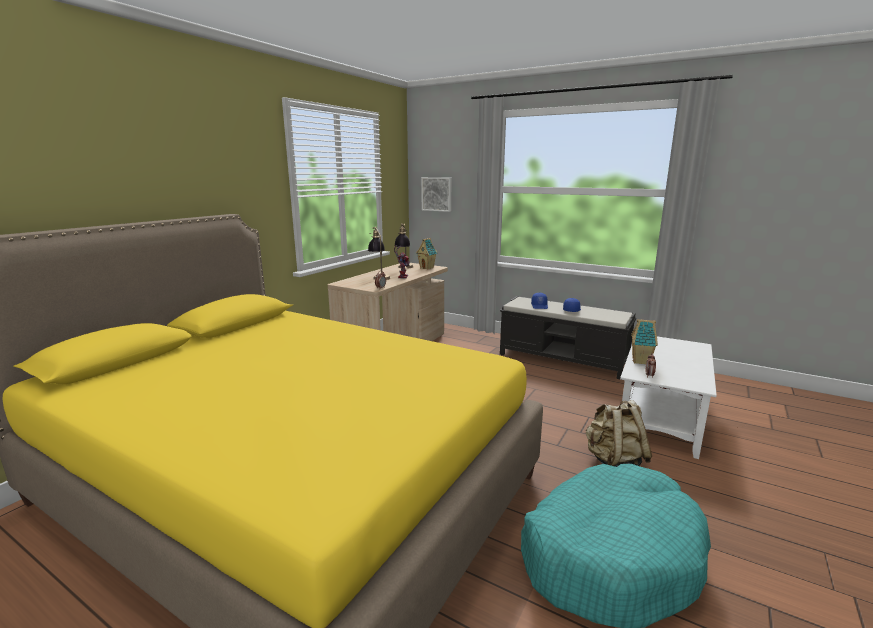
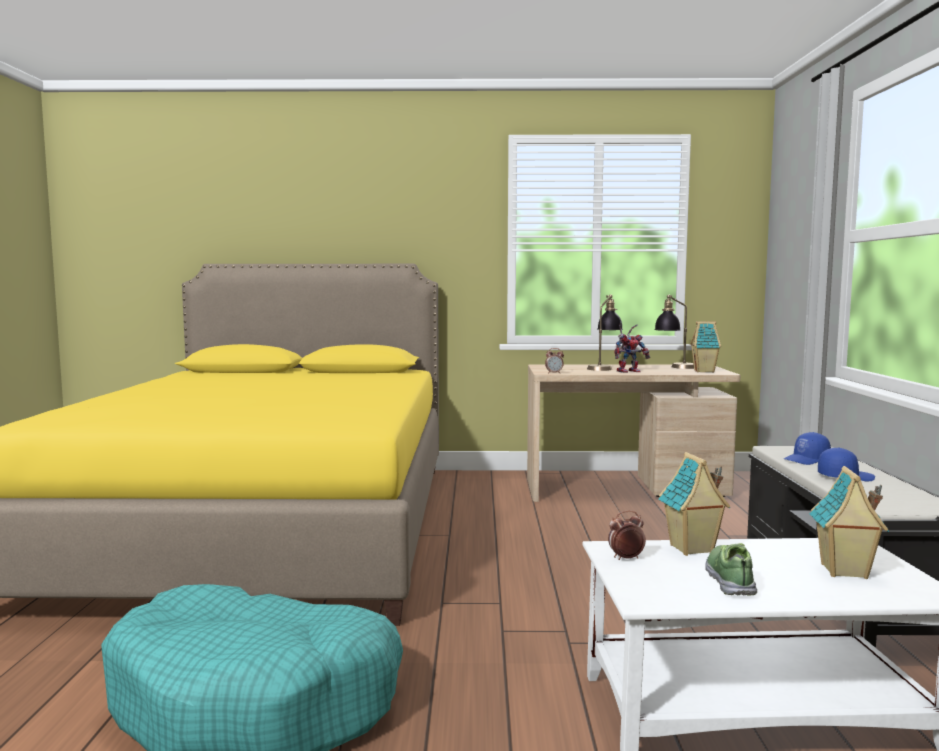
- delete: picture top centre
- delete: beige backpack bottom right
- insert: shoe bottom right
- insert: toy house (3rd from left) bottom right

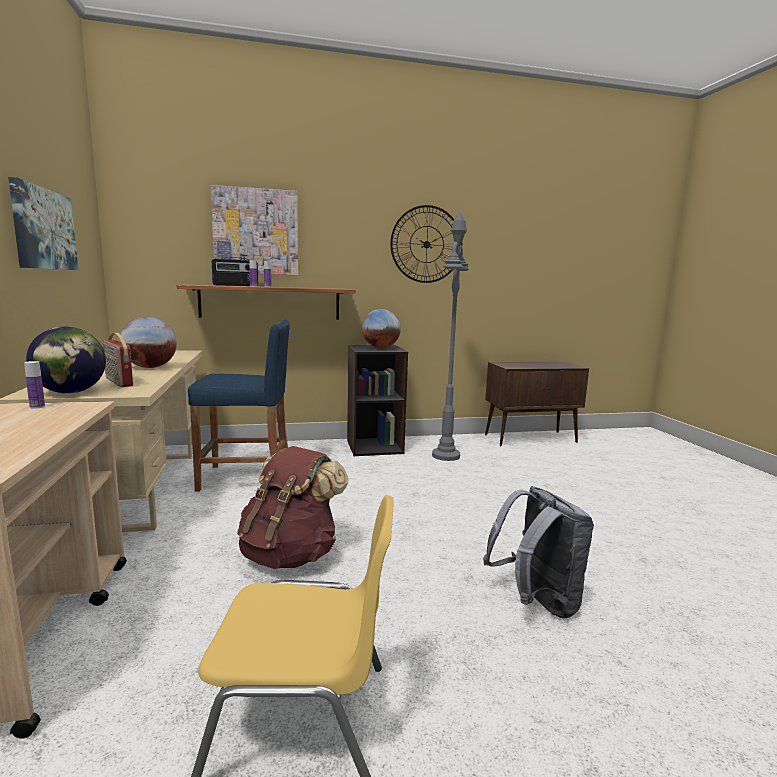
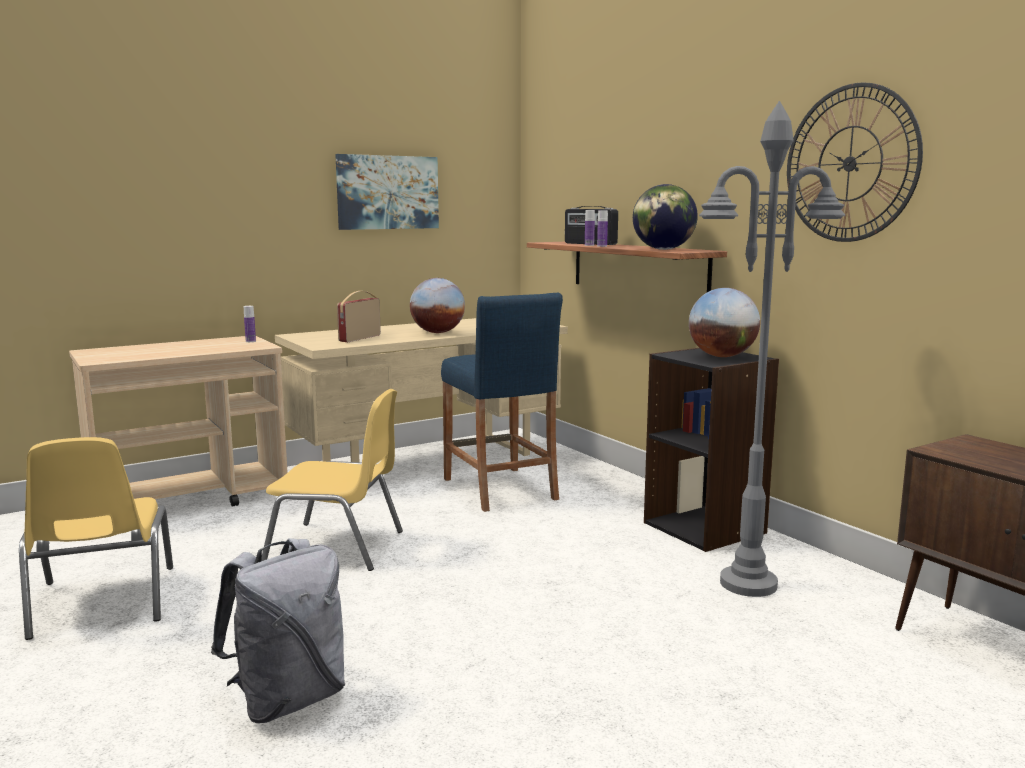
- move: globe (1st from left in the first image) middle left to globe (2nd from left) top centre
- delete: picture (2nd from left) top left
- replace: brown backpack centre to yellow chair (2nd from left) middle left

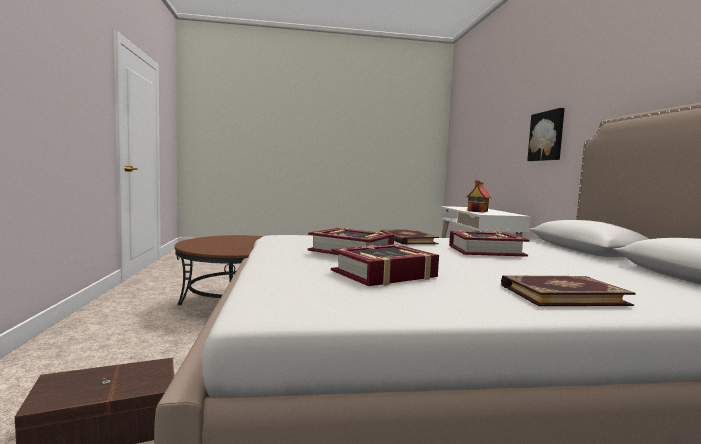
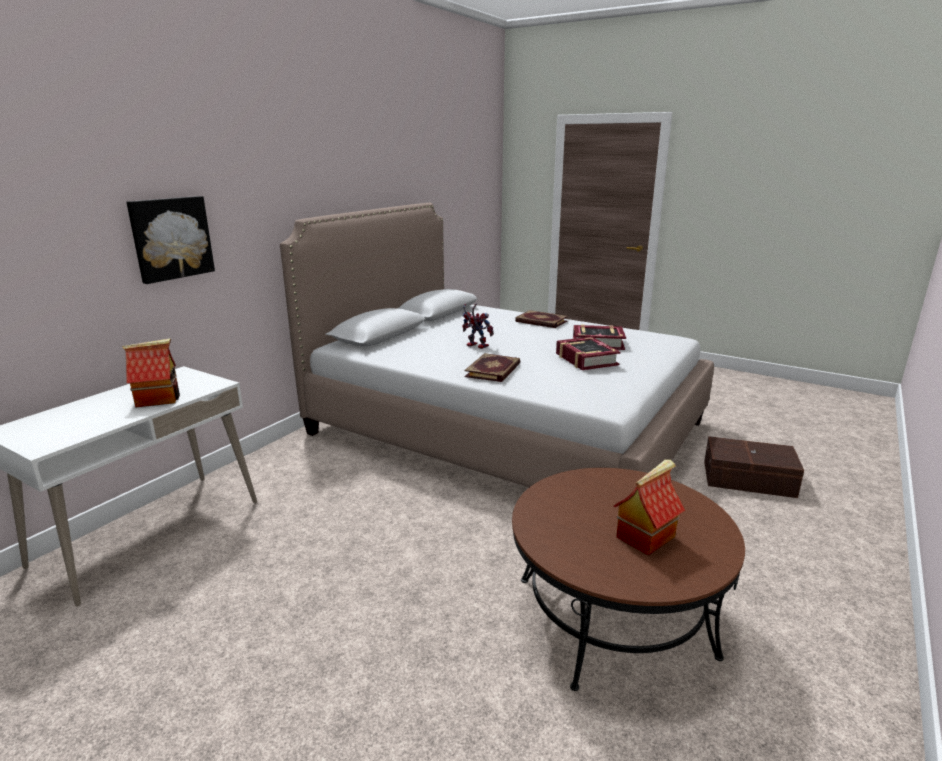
- replace: book (4th from left) middle right to toy robot centre
- insert: toy house (2nd from left) middle right

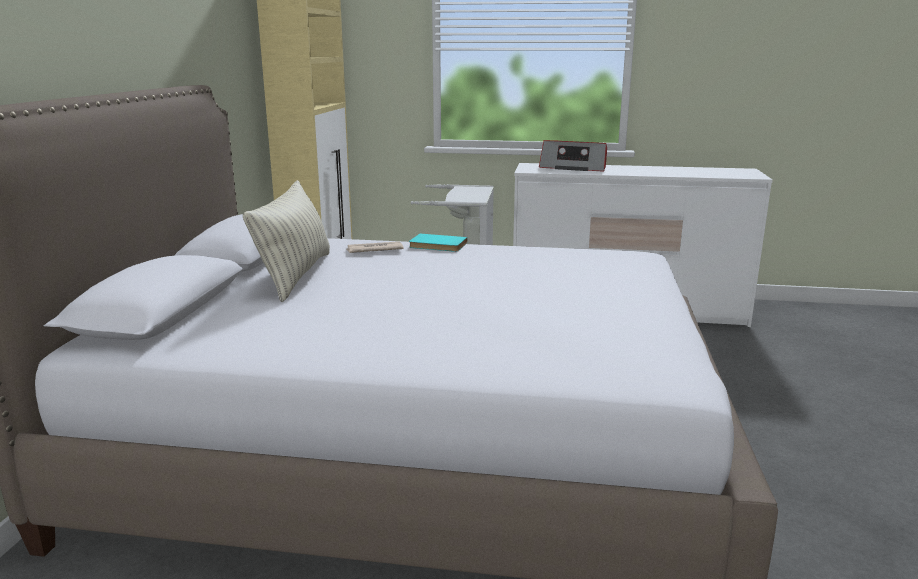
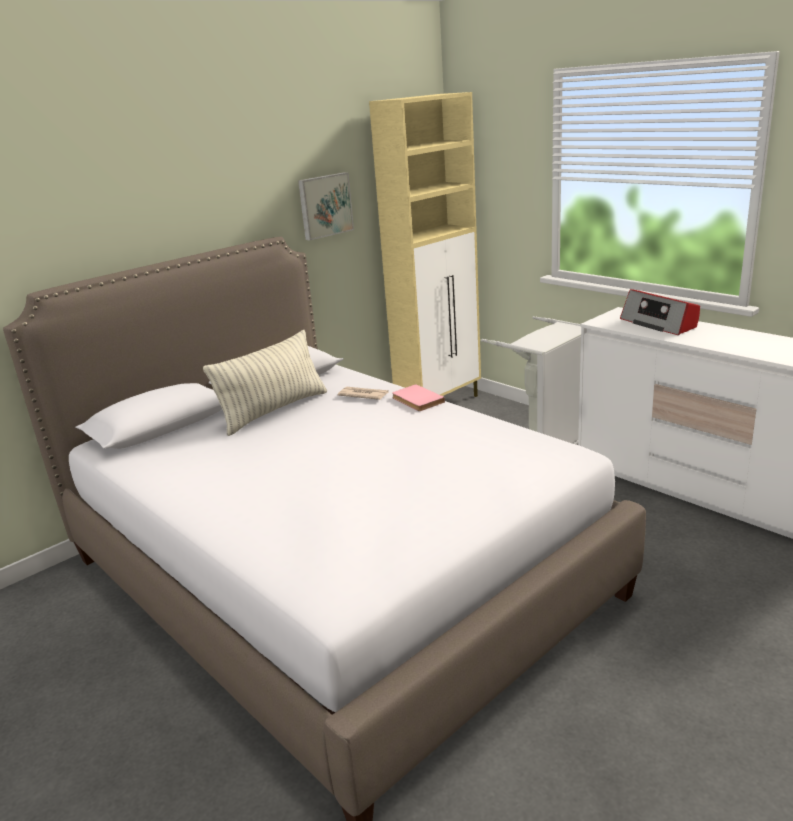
- recolor: turquoise book centre to pink book centre
- insert: picture top centre

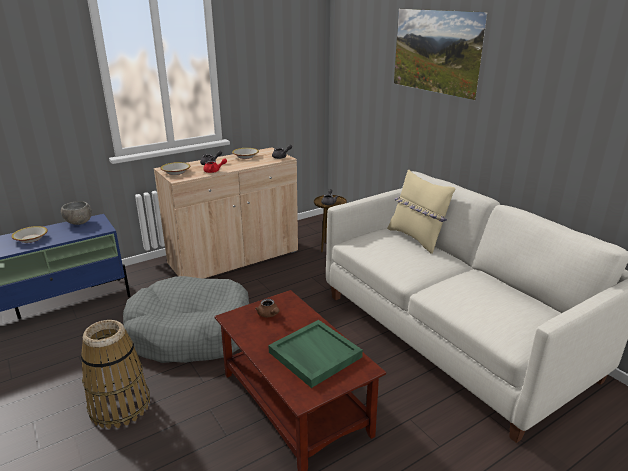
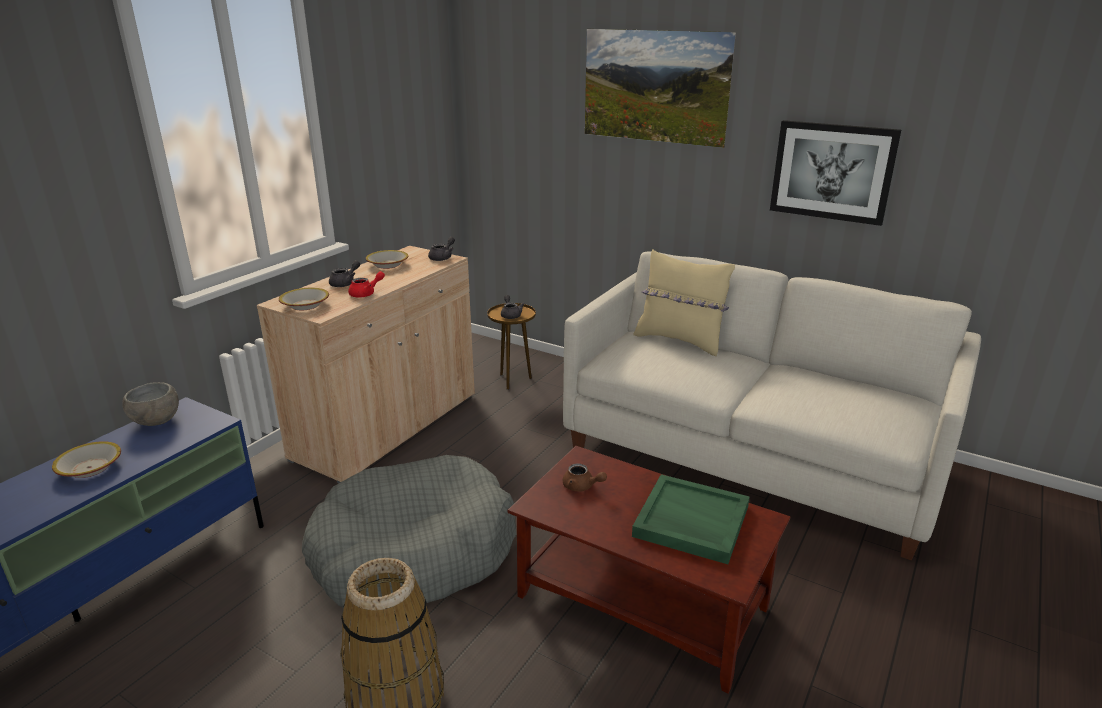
- insert: picture (2nd from left) top right

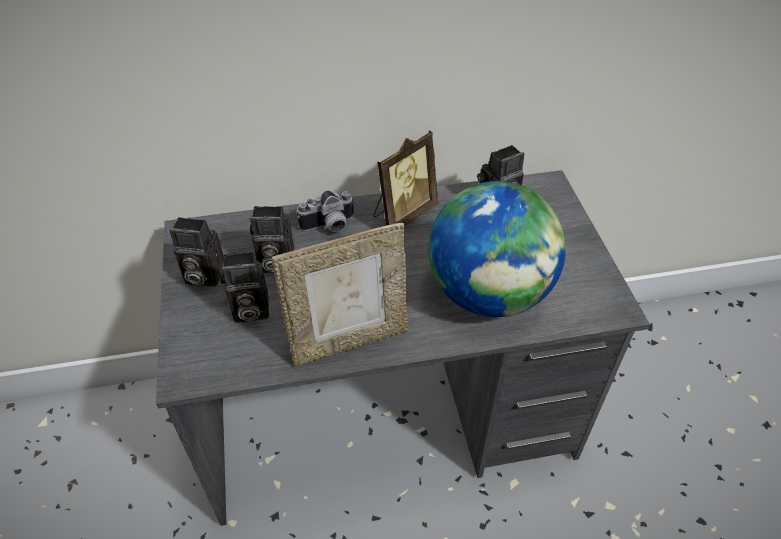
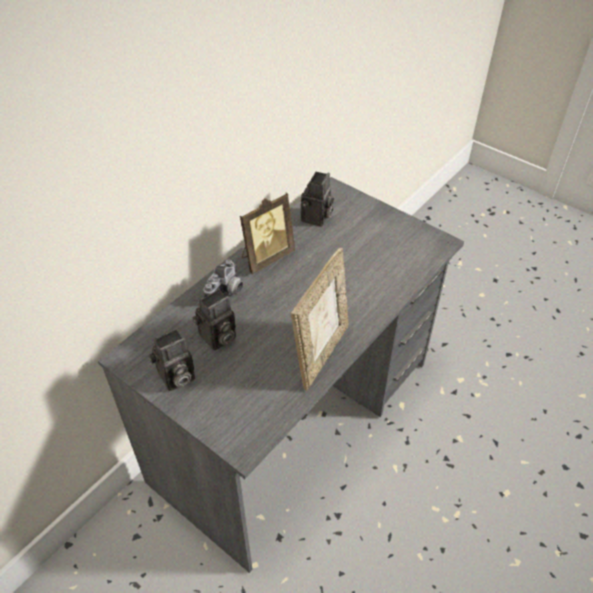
- delete: photo camera (2nd from left) middle left
- rotate: picture frame (2nd from left in the first image) top centre = centre 45 degrees clockwise
- delete: globe centre

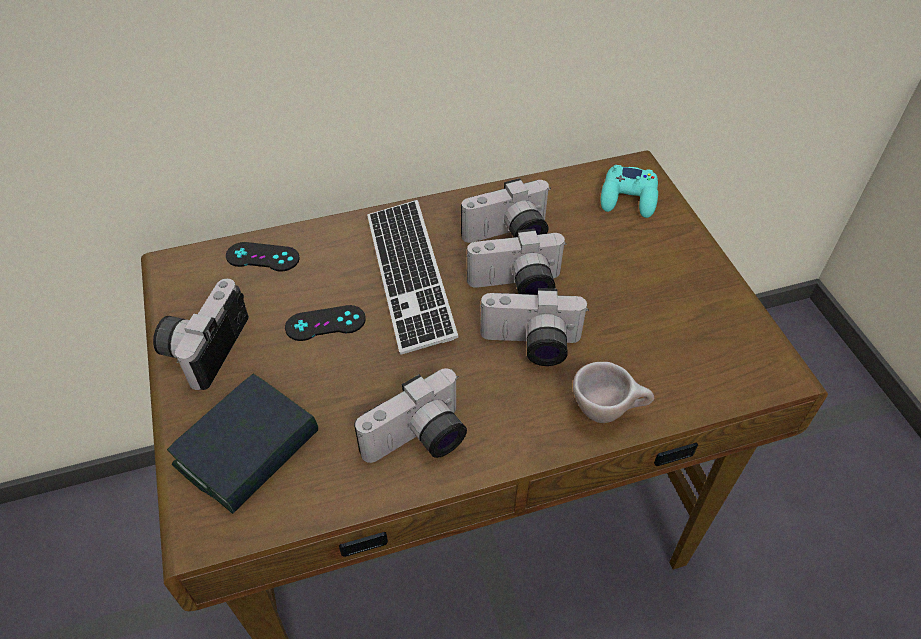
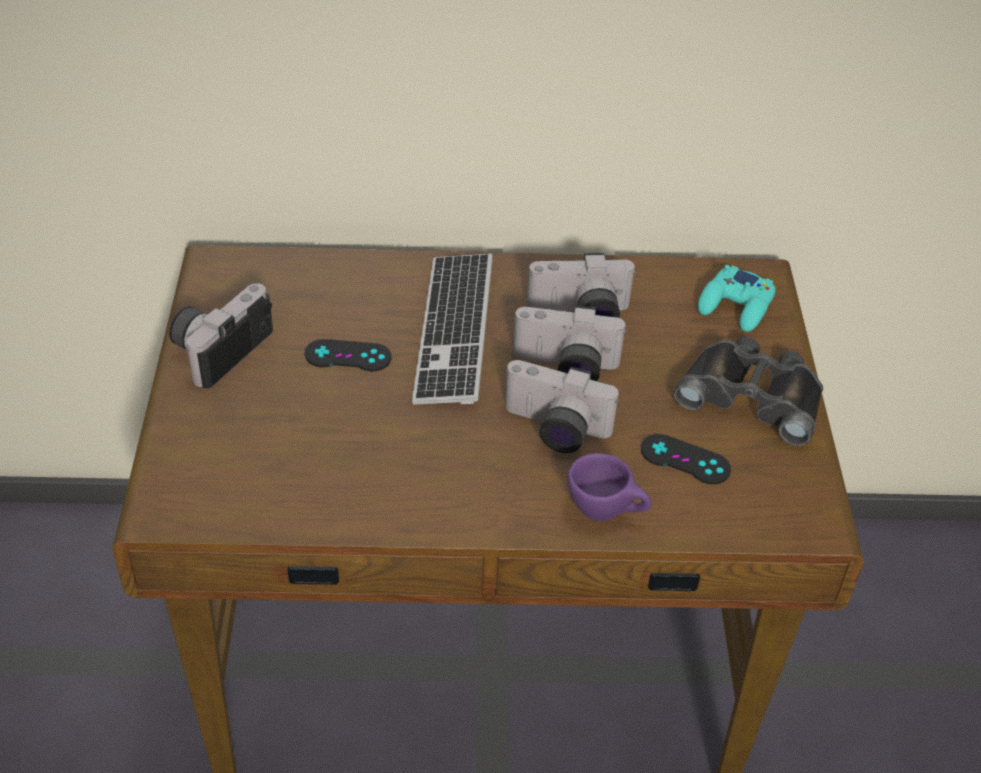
- delete: book bottom left
- move: black game controller (1st from left in the first image) middle left to black game controller (2nd from left) middle right
- delete: photo camera (2nd from left) centre
- recolor: beige cup centre to purple cup centre
- insert: black binoculars middle right

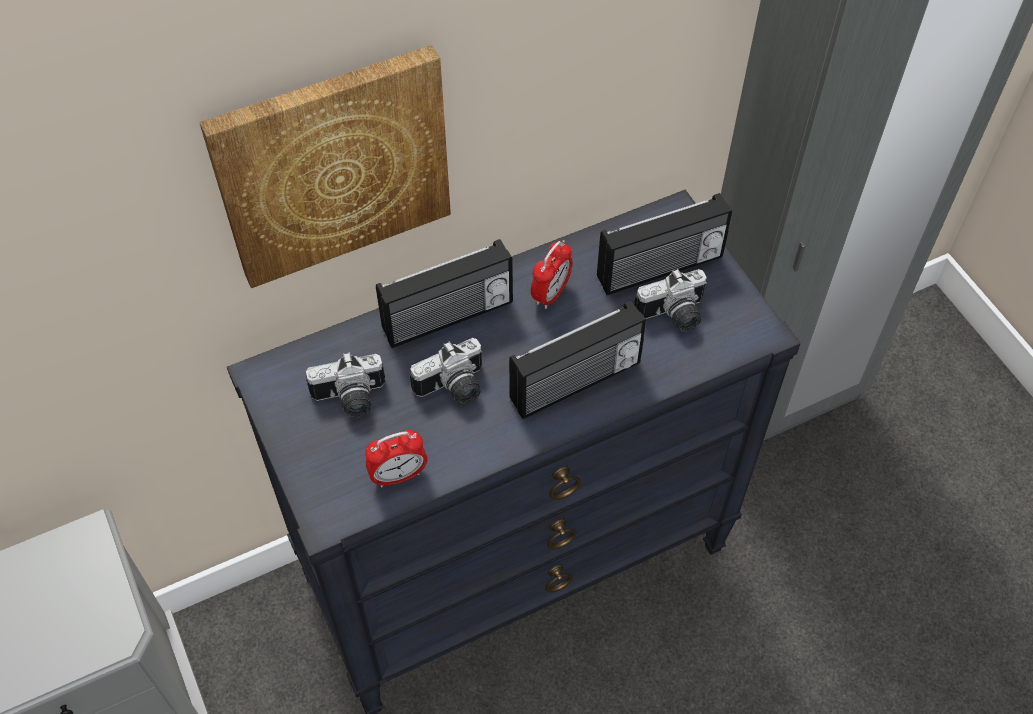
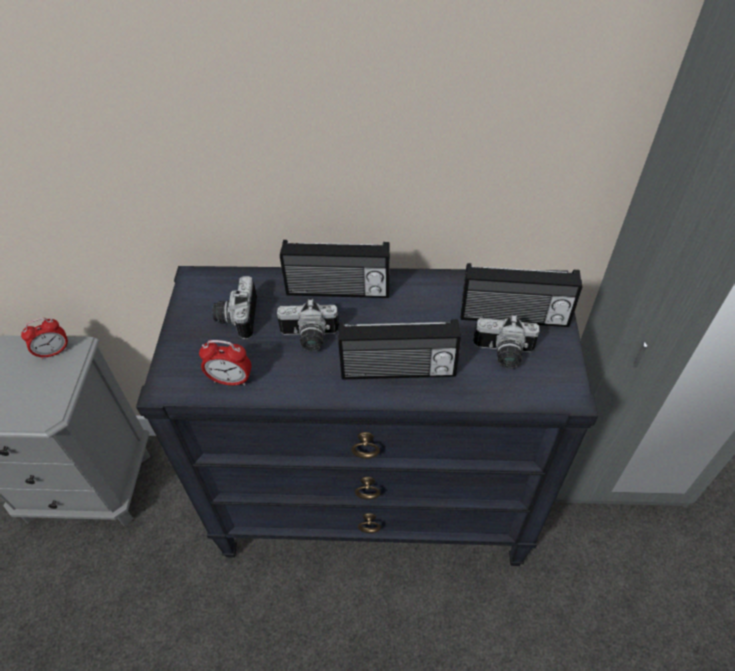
- delete: picture top left
- rotate: photo camera (1st from left) centre = middle left 75 degrees clockwise
- move: alarm clock (2nd from left in the first image) centre to alarm clock (1st from left) middle left

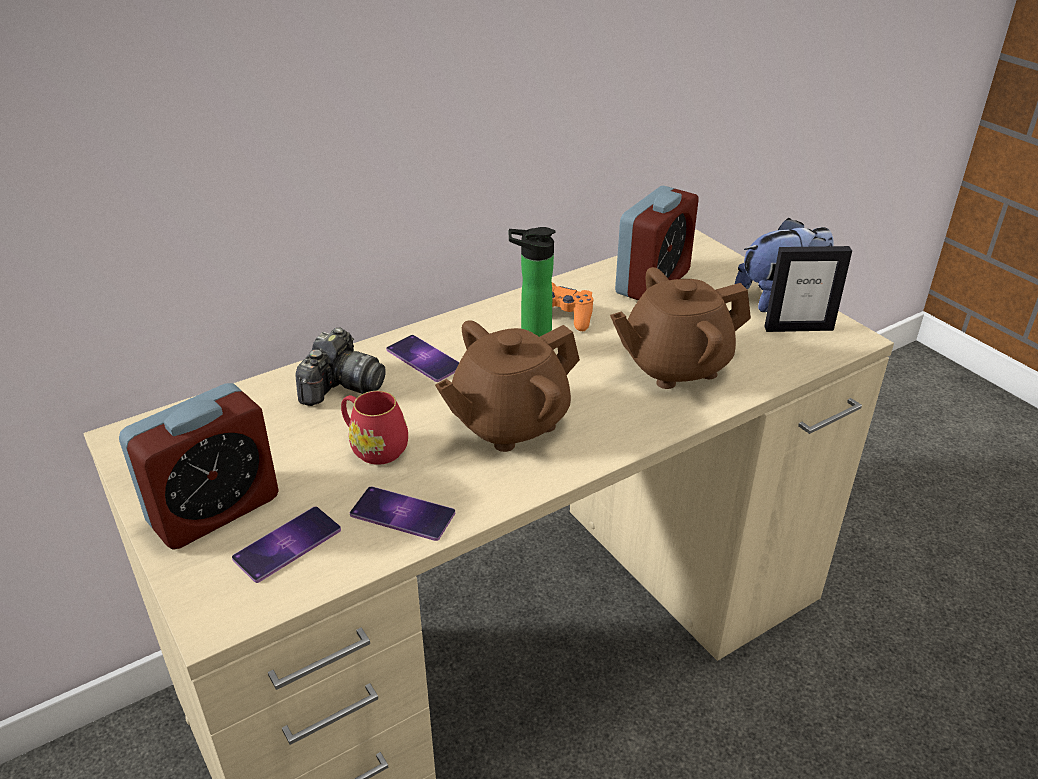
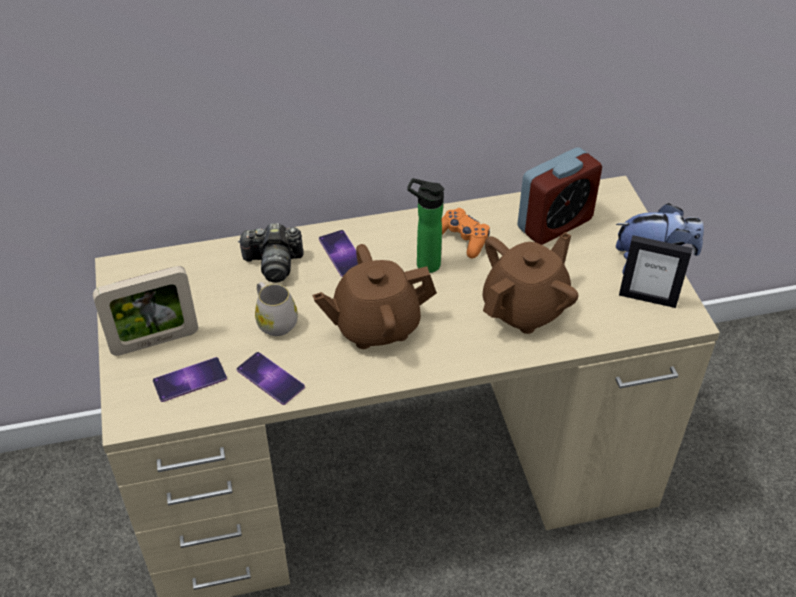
- replace: alarm clock (1st from left) middle left to picture frame (1st from left) middle left
- rotate: photo camera middle left = centre 45 degrees clockwise
- recolor: red mug centre to white mug centre
- rotate: brown teapot (2nd from left) centre = centre 135 degrees clockwise

